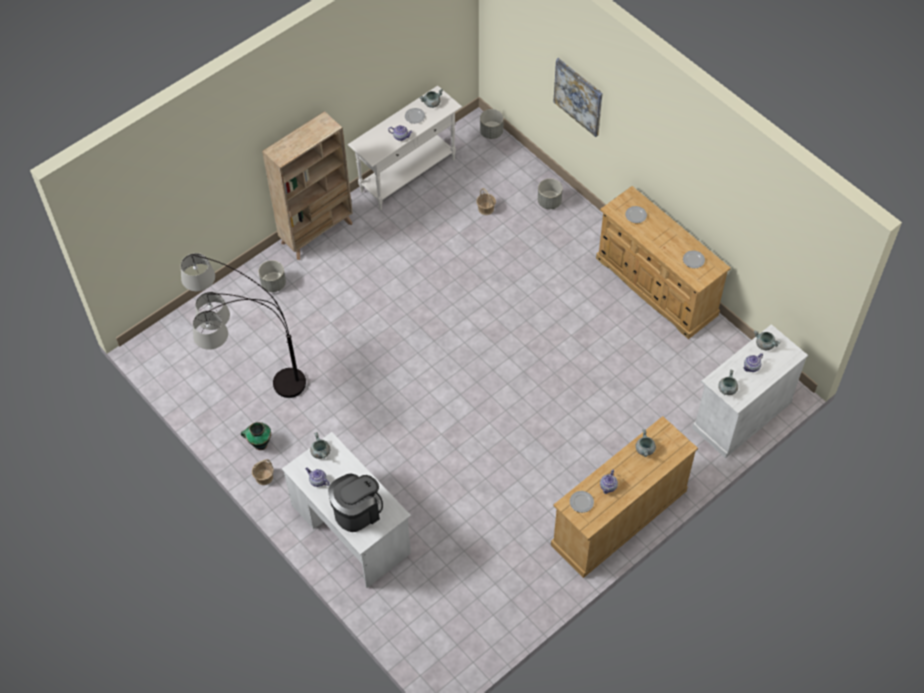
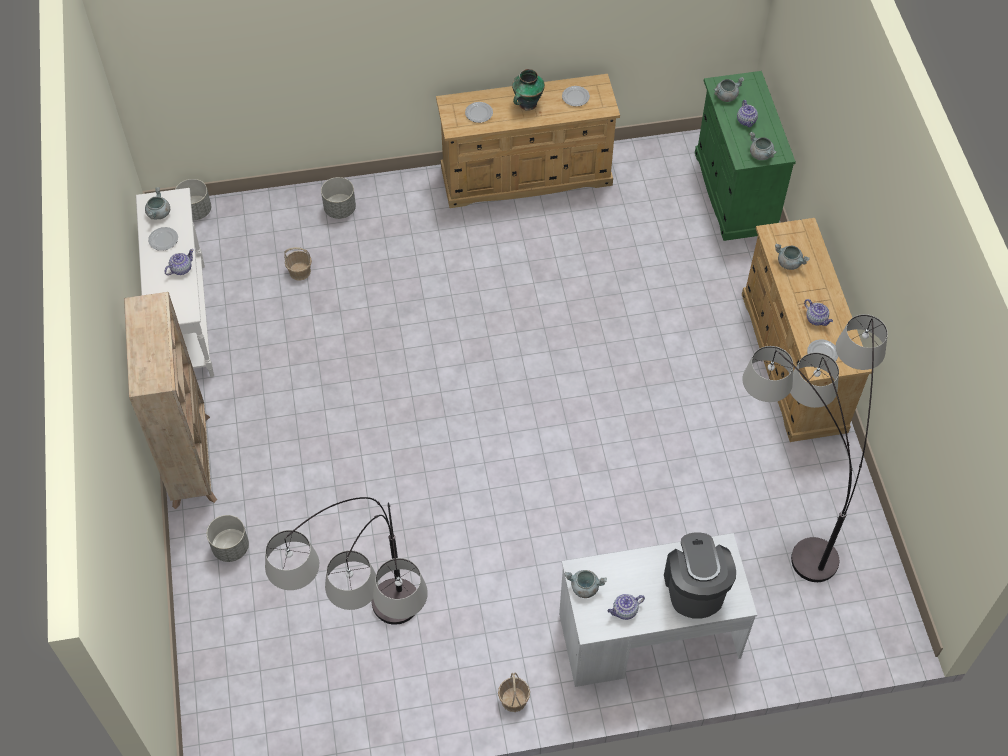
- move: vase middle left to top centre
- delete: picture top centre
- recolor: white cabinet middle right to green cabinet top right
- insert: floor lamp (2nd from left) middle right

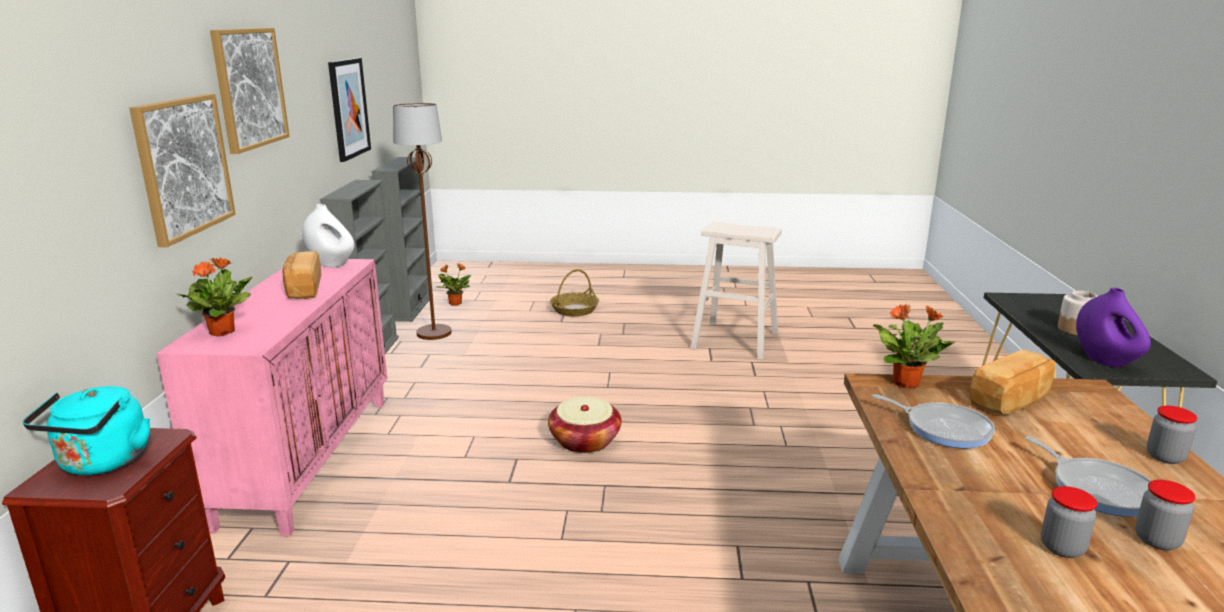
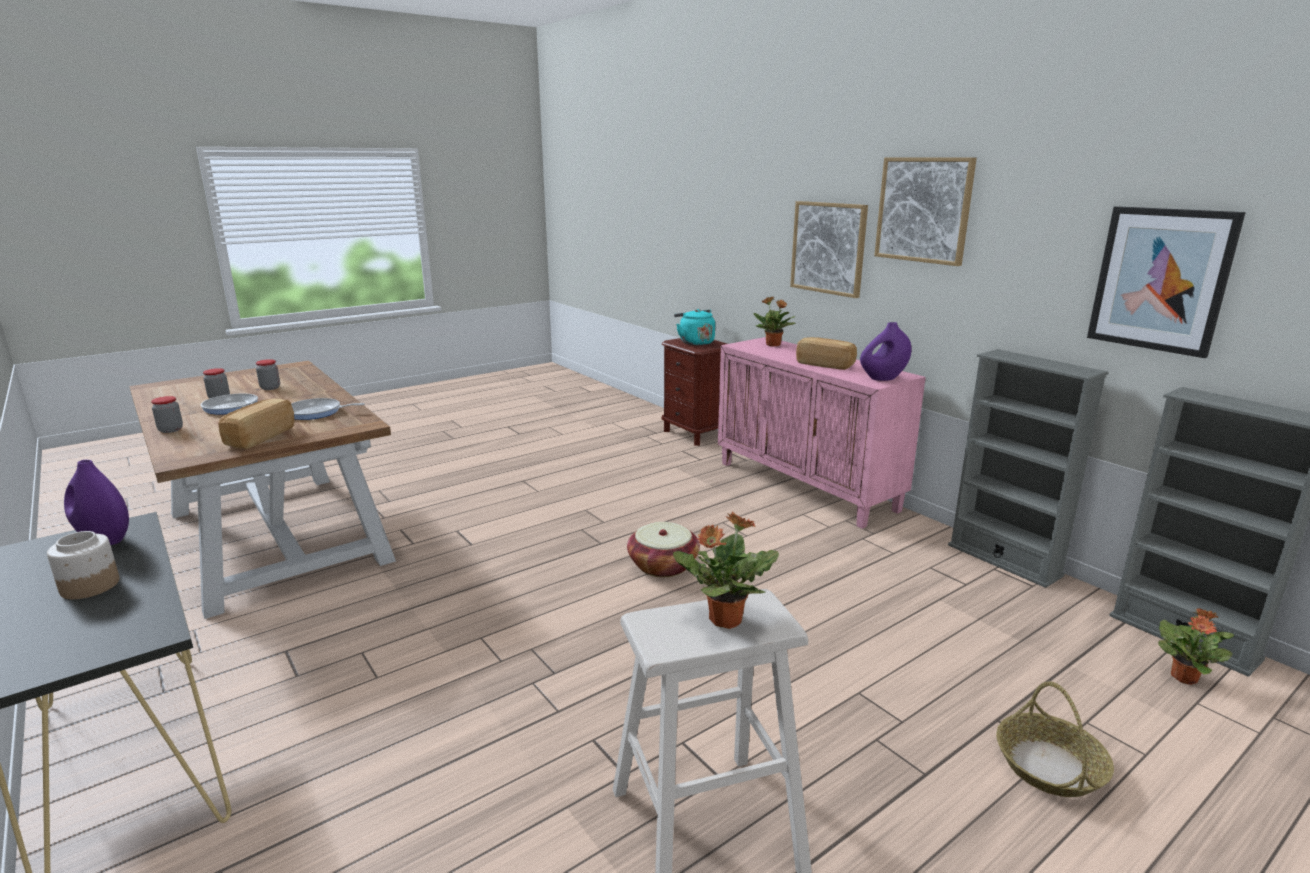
- recolor: white vase middle left to purple vase (2nd from left) middle right
- delete: brown floor lamp centre
- move: potted plant (3rd from left in the first image) middle right to potted plant (1st from left) centre

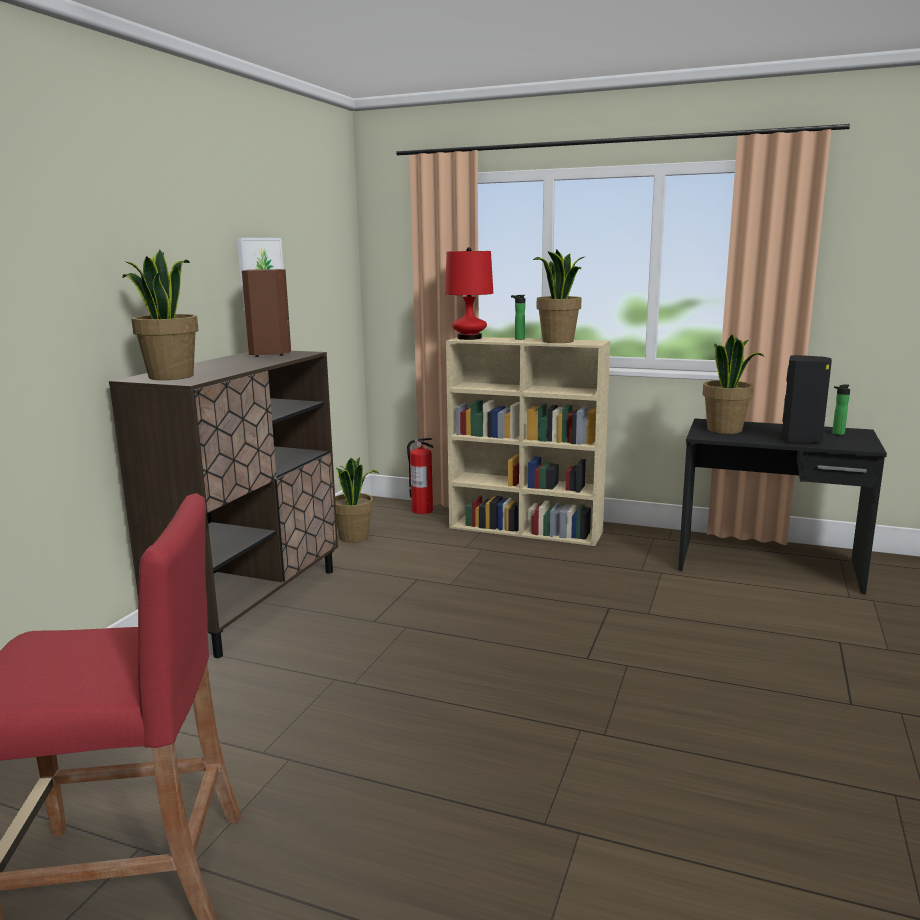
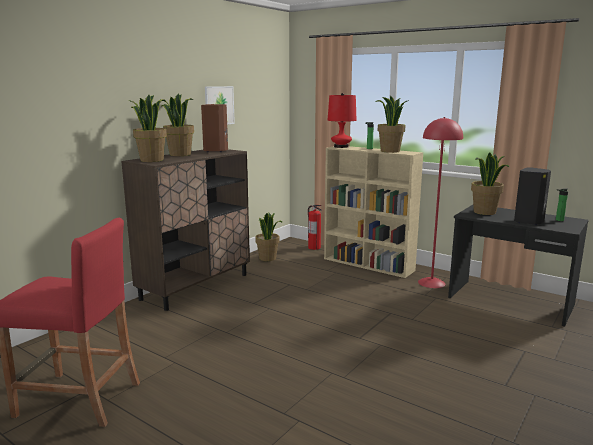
- insert: potted plant (2nd from left) top left
- insert: red floor lamp middle right

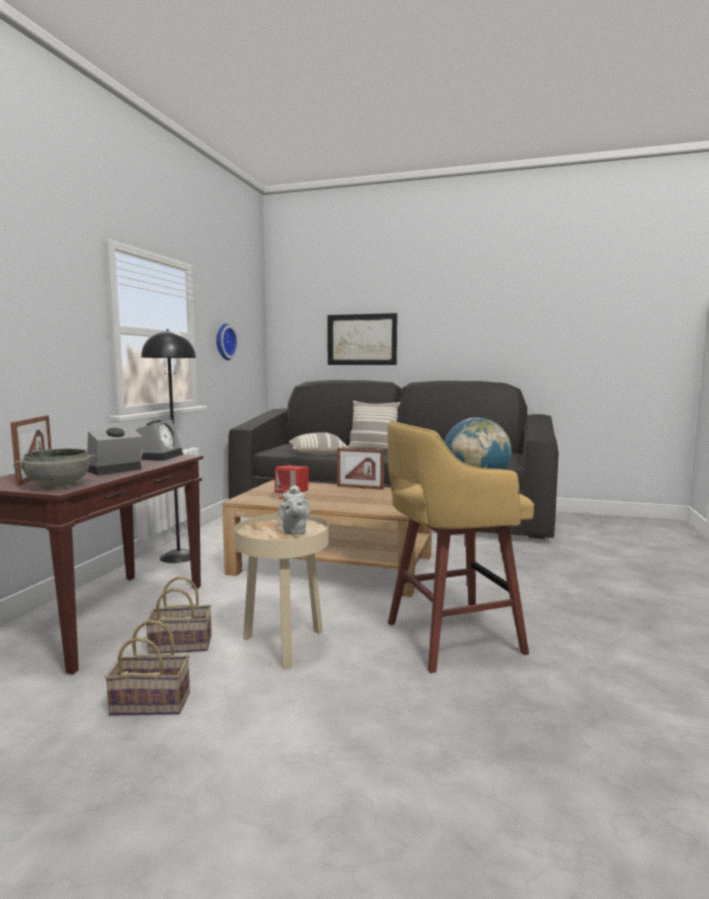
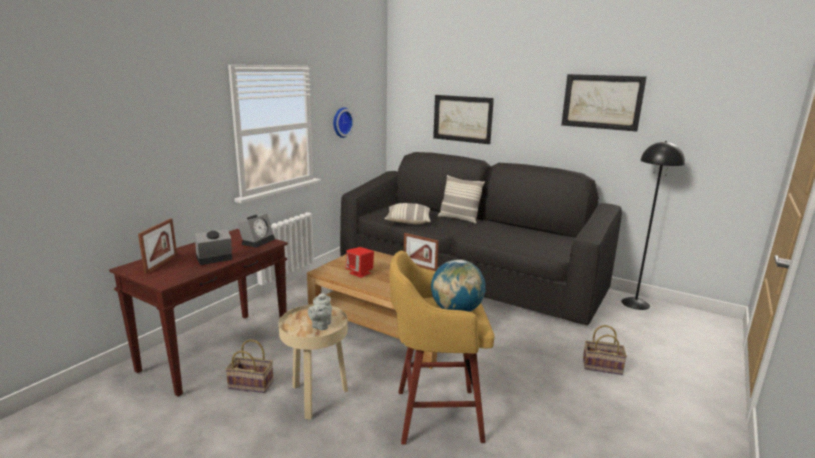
- delete: grey bowl middle left
- move: basket (1st from left in the first image) bottom left to basket (2nd from left) bottom right
- move: black floor lamp middle left to middle right
- insert: picture (2nd from left) top right

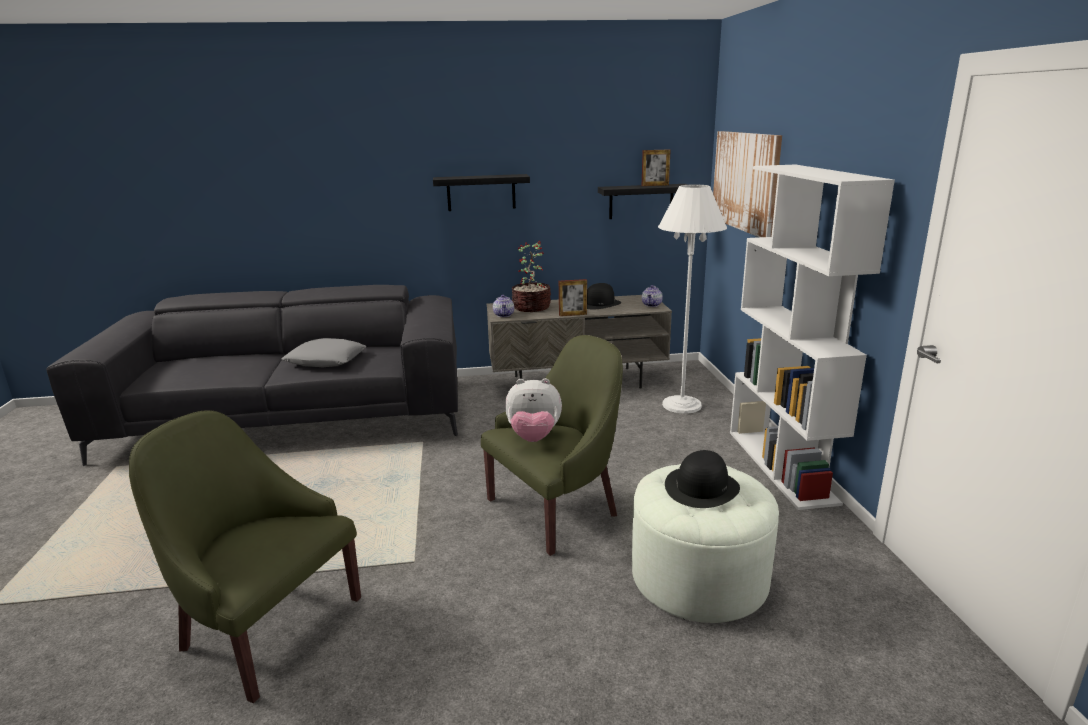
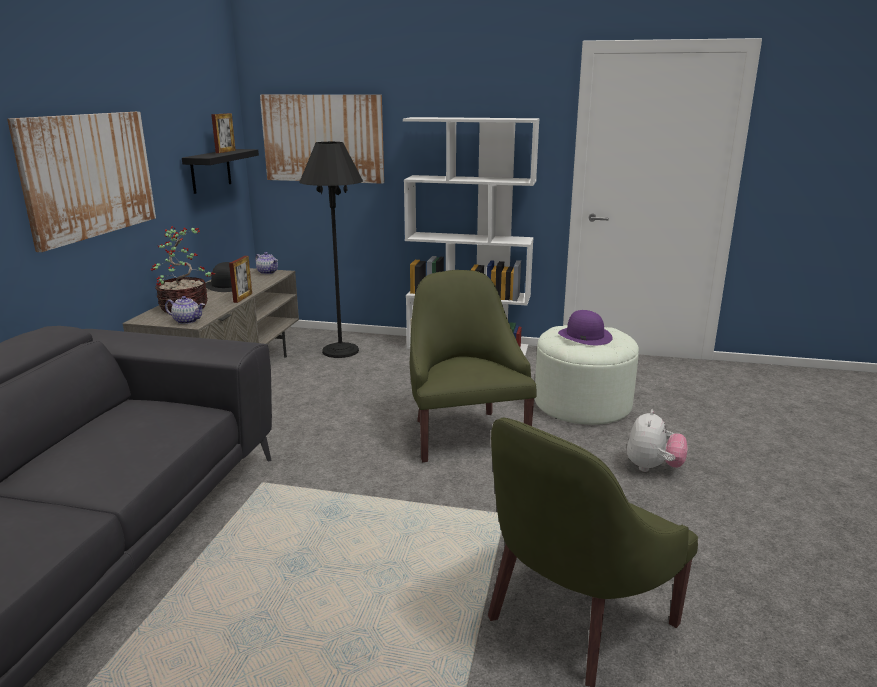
- delete: grey pillow middle left
- replace: black shelf (1st from left) top centre to picture (1st from left) top left
- move: plush toy centre to middle right
- recolor: white floor lamp centre to black floor lamp centre
- recolor: black hat (2nd from left) centre to purple hat middle right

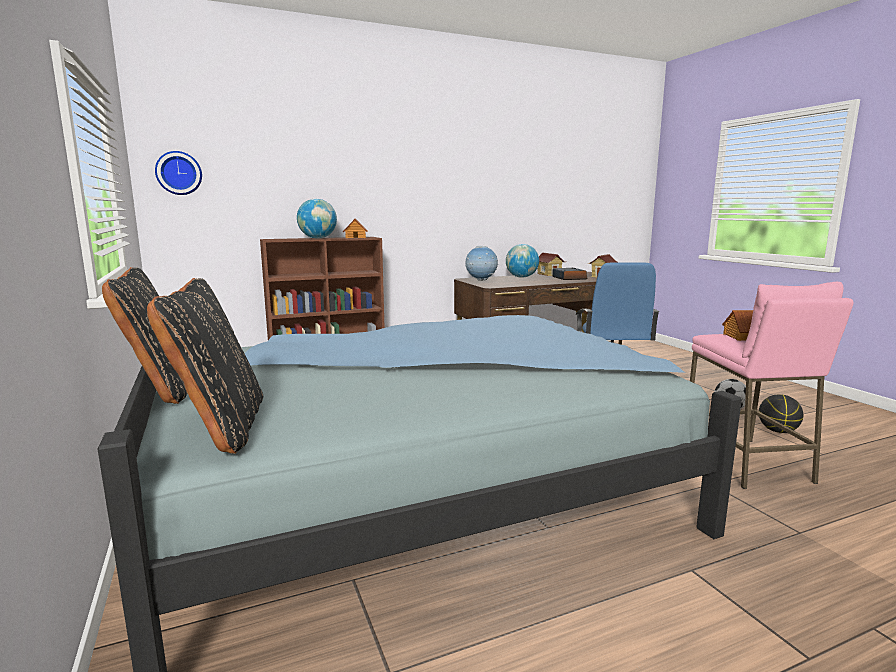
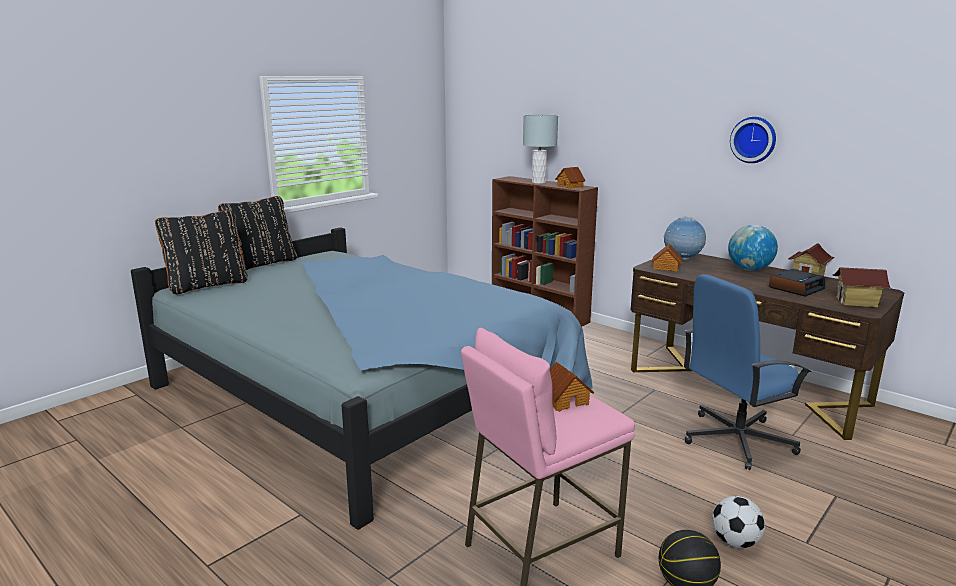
- move: wall clock top left to top right
- replace: globe (1st from left) top centre to grey table lamp top centre
- insert: toy house (3rd from left) middle right

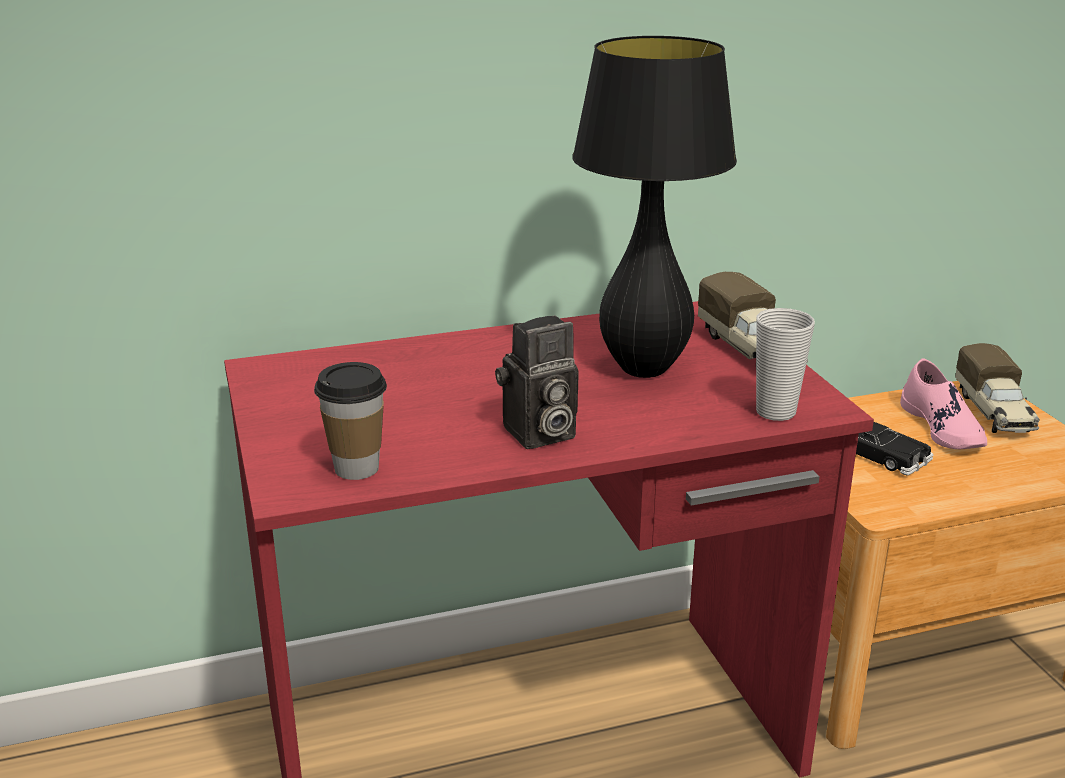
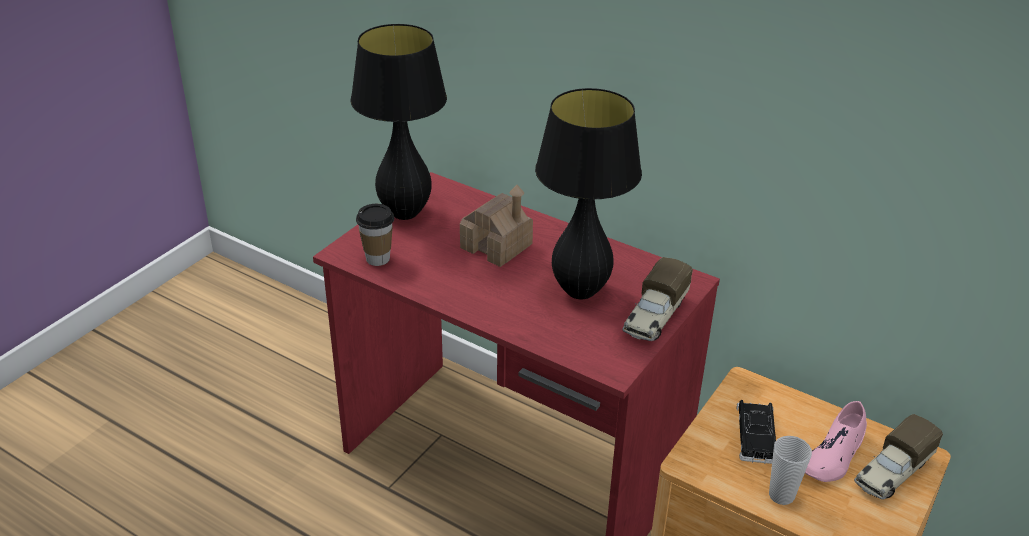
- delete: photo camera centre
- move: cup (2nd from left) middle right to bottom right
- insert: black table lamp (1st from left) top centre
- insert: toy house centre

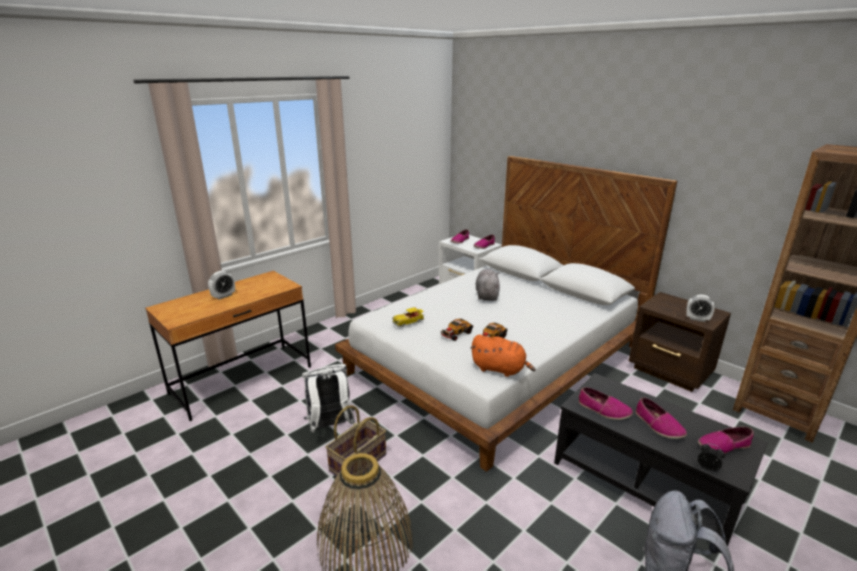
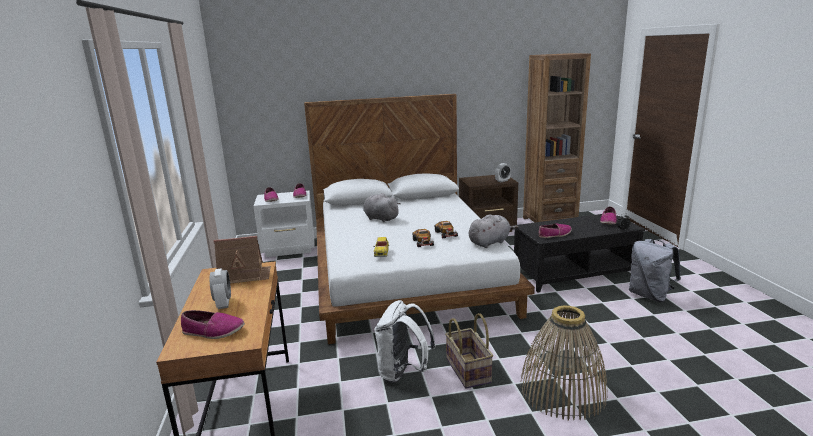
- recolor: orange plush toy centre to grey plush toy (2nd from left) centre
- move: shoe (4th from left in the first image) bottom right to shoe (1st from left) bottom left
- insert: toy house middle left

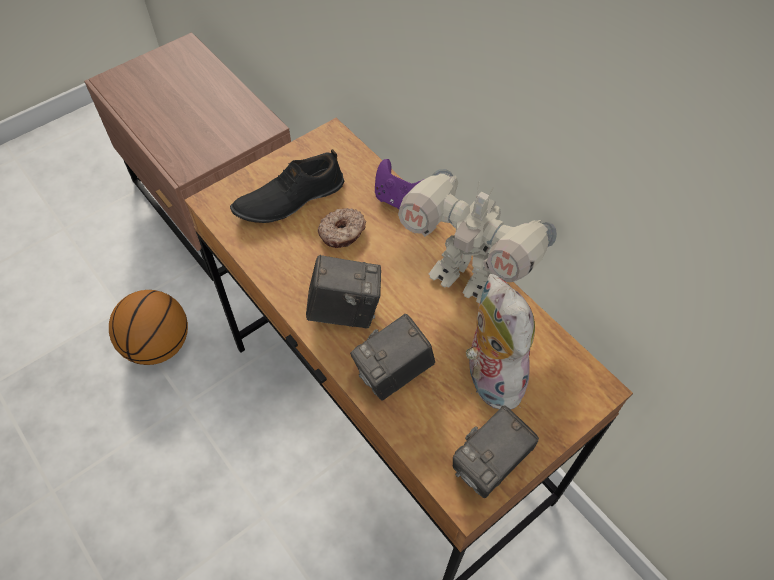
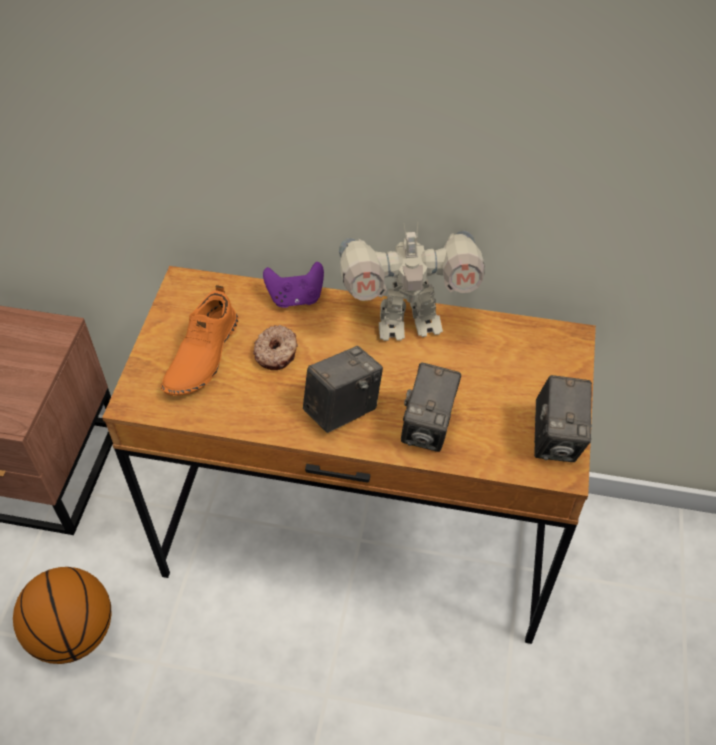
- recolor: black shoe top centre to orange shoe middle left
- delete: plush toy centre

